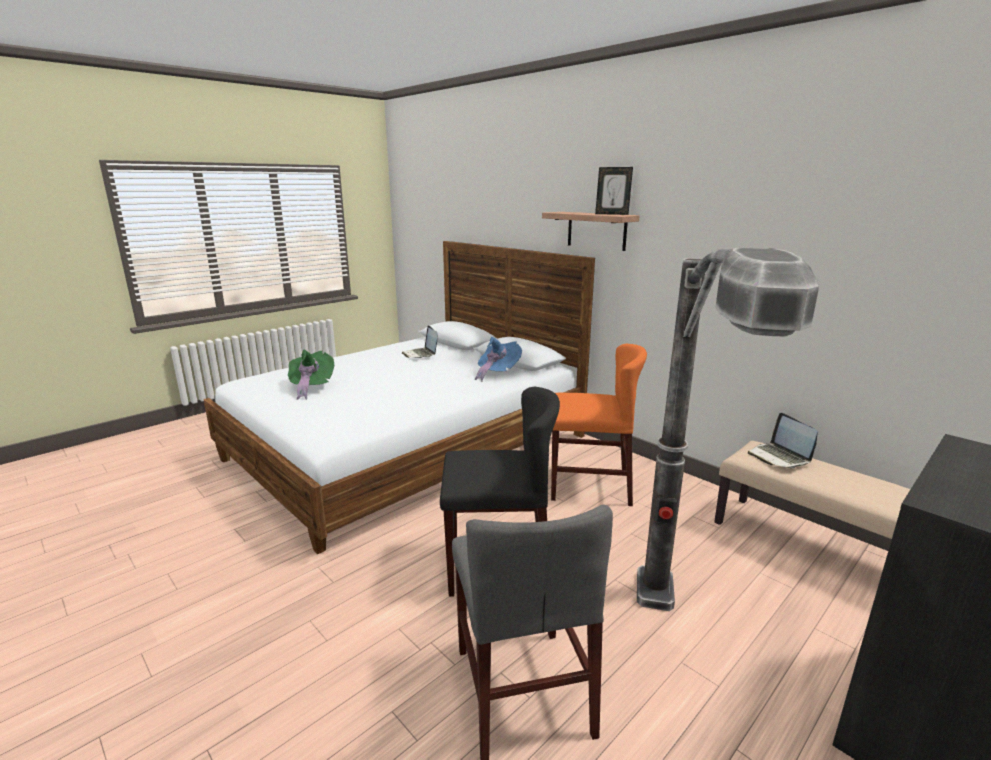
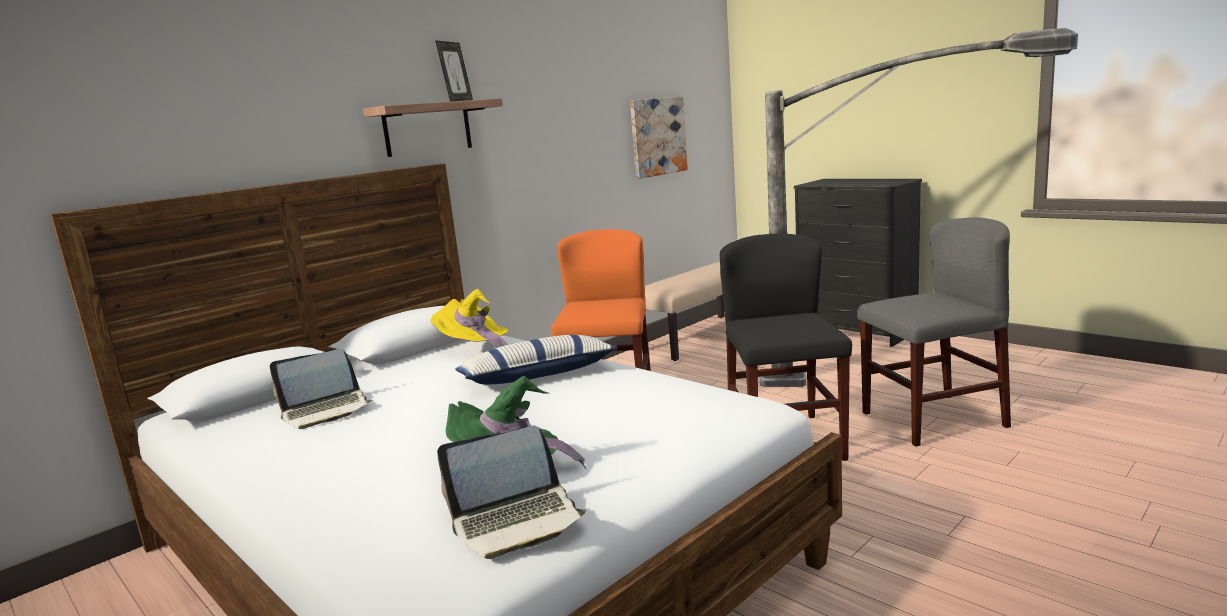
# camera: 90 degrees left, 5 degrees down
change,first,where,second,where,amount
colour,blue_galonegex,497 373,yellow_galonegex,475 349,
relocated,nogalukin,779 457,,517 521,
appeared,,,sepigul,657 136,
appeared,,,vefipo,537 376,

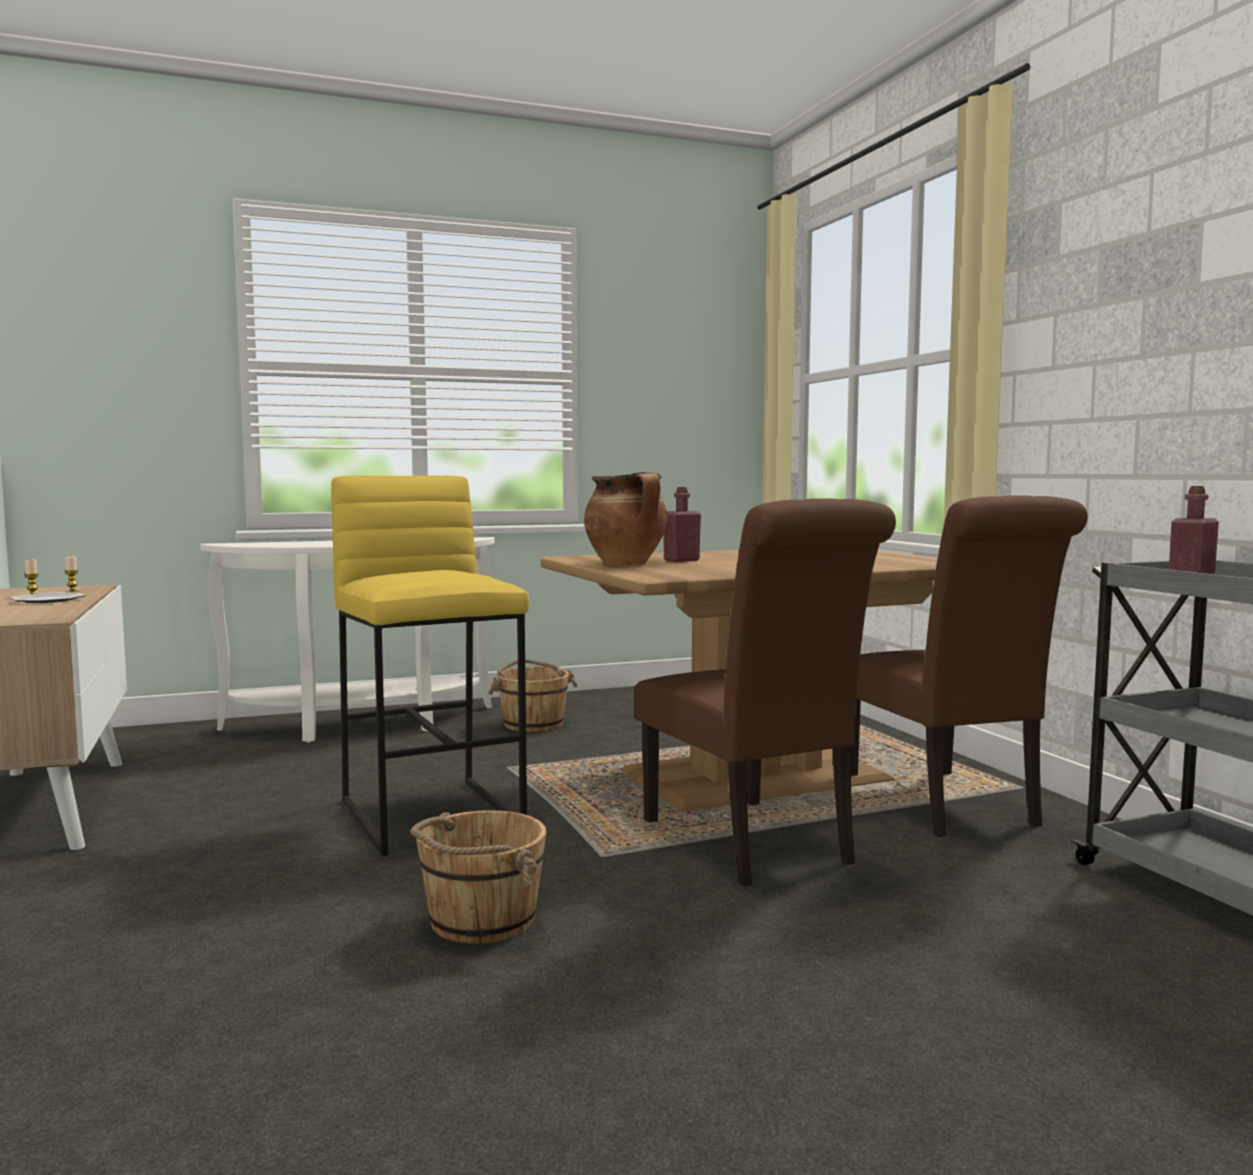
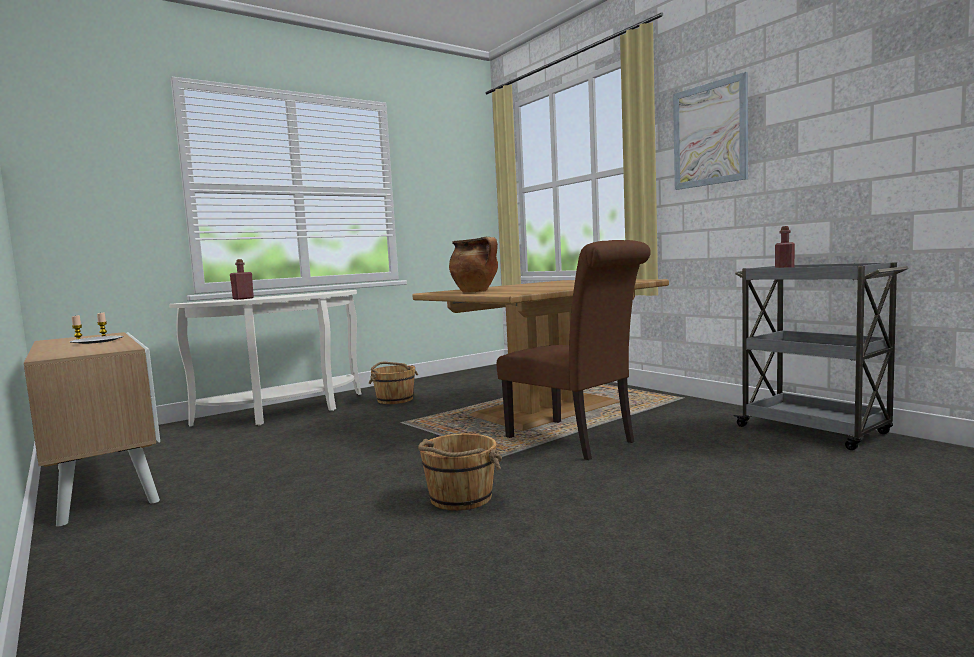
# camera: 15 degrees left, 0 degrees up
change,first,where,second,where,amount
missing,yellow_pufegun,433 815,,,
relocated,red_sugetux,681 560,,243 298,
missing,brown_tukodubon,947 807,,,
appeared,,,sepigul,710 134,

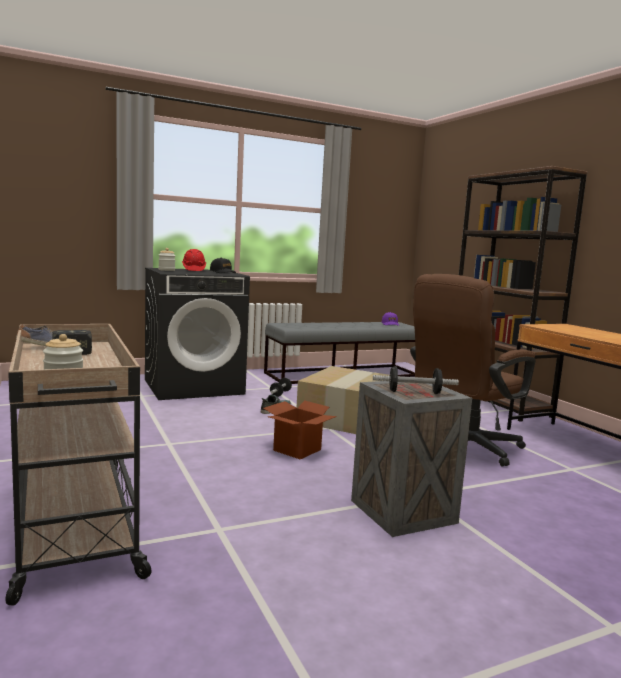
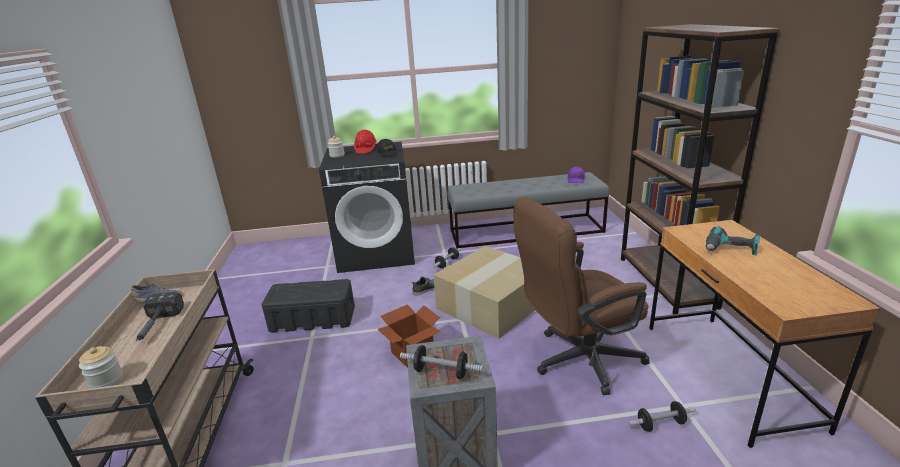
# camera: 20 degrees right, 15 degrees up
change,first,where,second,where,amount
appeared,,,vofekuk,730 249,
appeared,,,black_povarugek,312 319,
appeared,,,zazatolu,660 424,

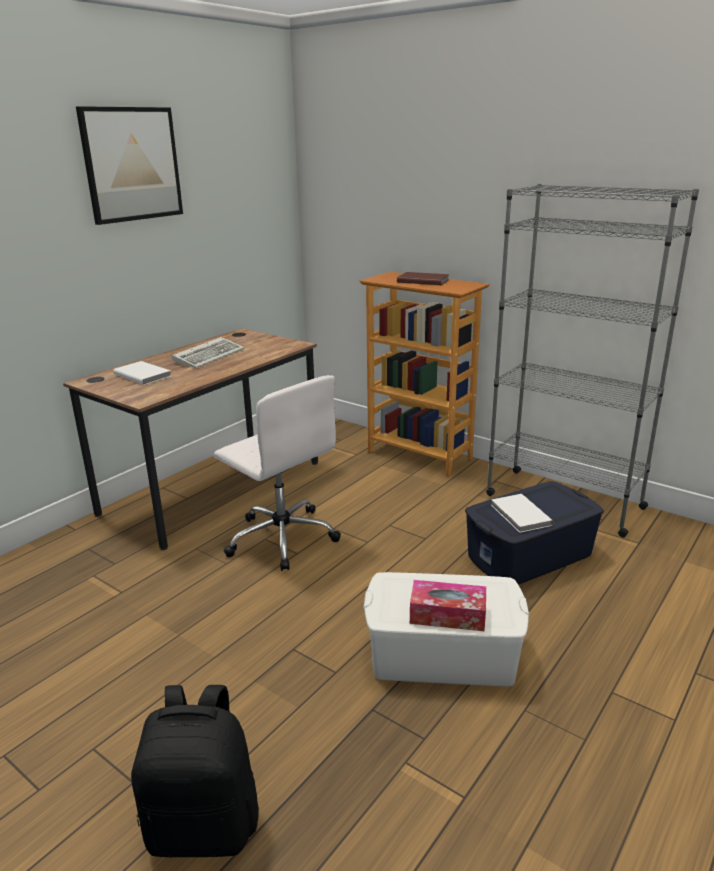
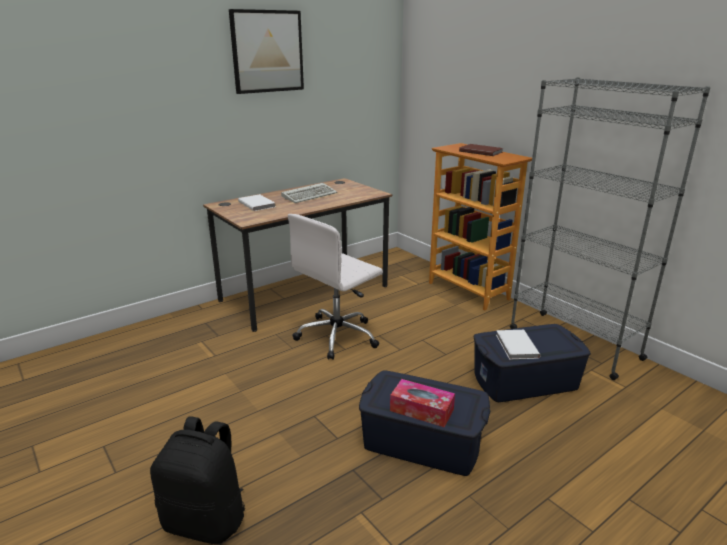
# camera: 15 degrees right, 0 degrees up
change,first,where,second,where,amount
spun,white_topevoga,281 537,,338 336,75 degrees clockwise
colour,white_povarugek,443 655,blue_povarugek,422 442,

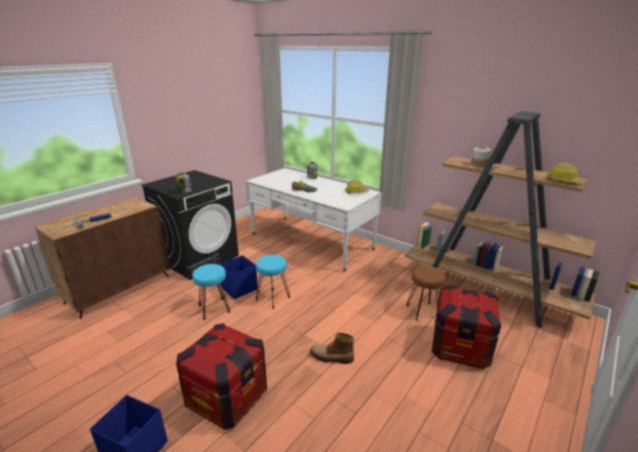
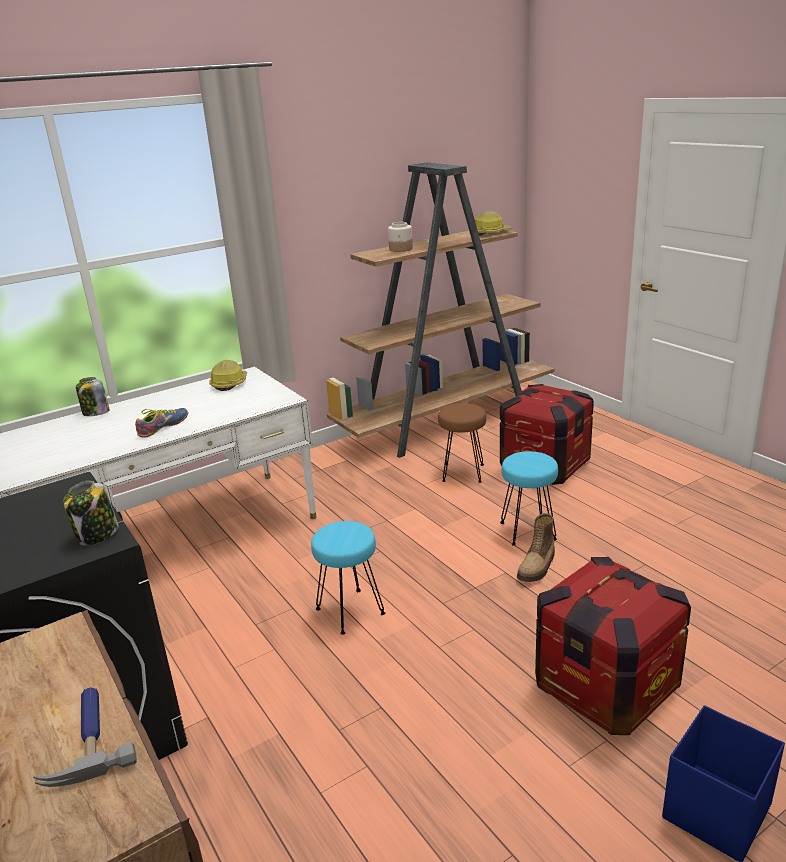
# camera: 70 degrees left, 0 degrees up
change,first,where,second,where,amount
missing,blue_povarugek,239 289,,,
relocated,turquoise_pufegun,214 309,,528 531,

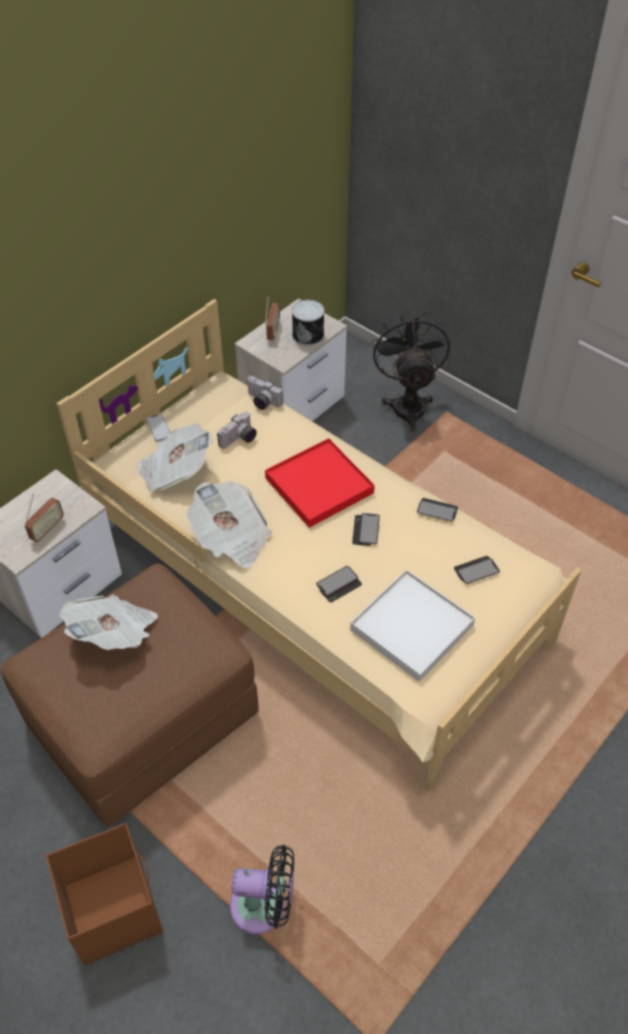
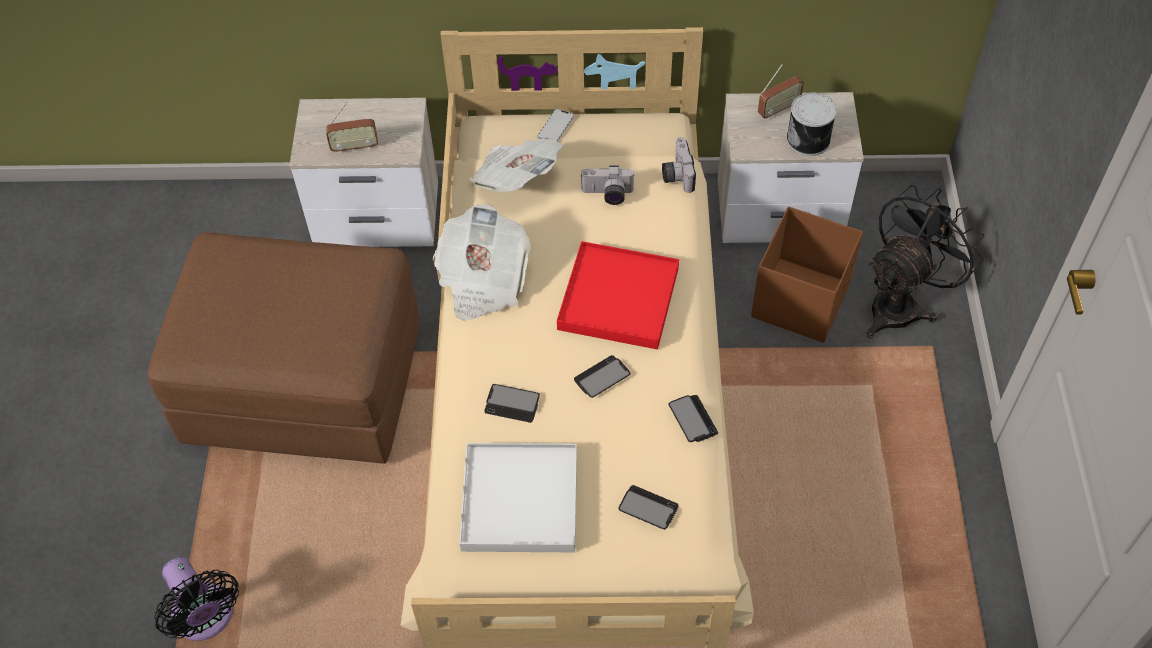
# camera: 50 degrees right, 5 degrees up
change,first,where,second,where,amount
missing,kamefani,115 634,,,
relocated,brown_povarugek,113 907,,802 299,

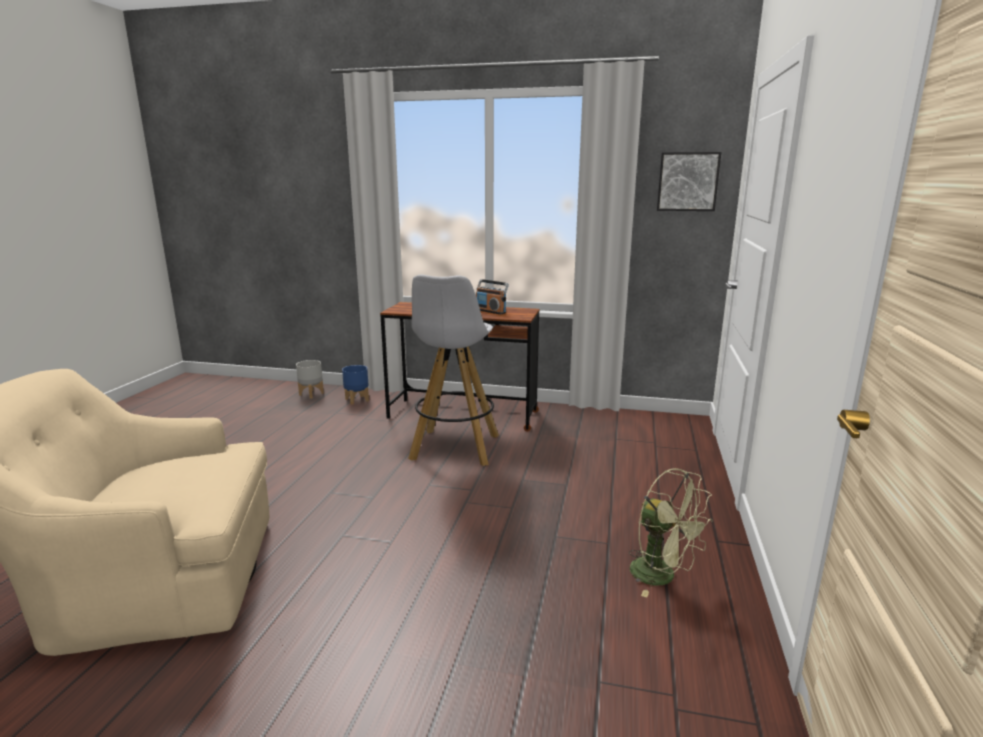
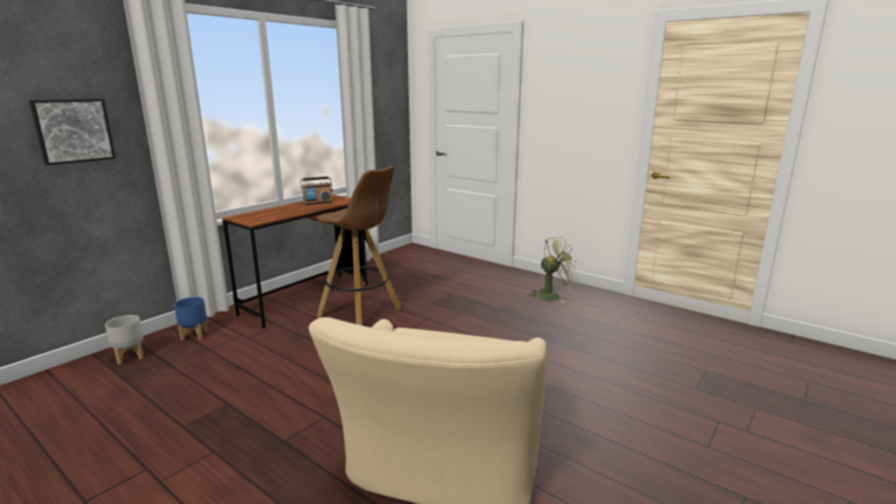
# camera: 65 degrees left, 0 degrees up
change,first,where,second,where,amount
relocated,sepigul,687 181,,73 131,
colour,white_pufegun,455 448,brown_pufegun,361 313,

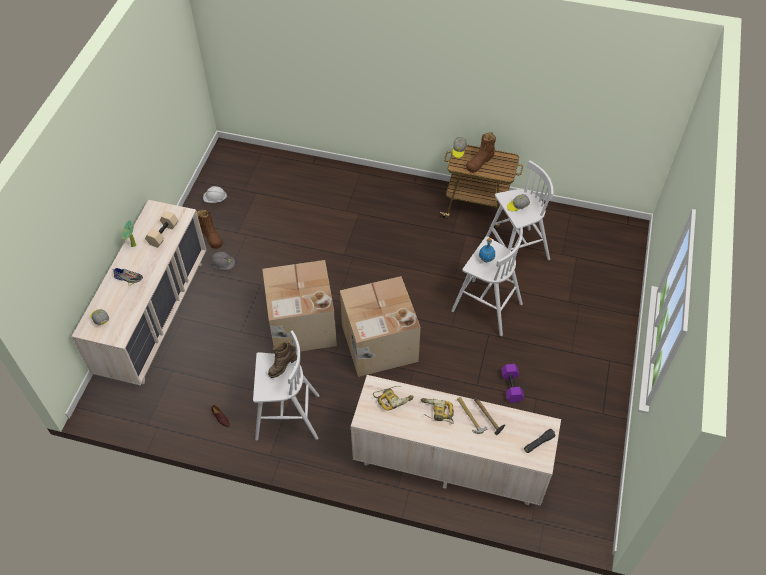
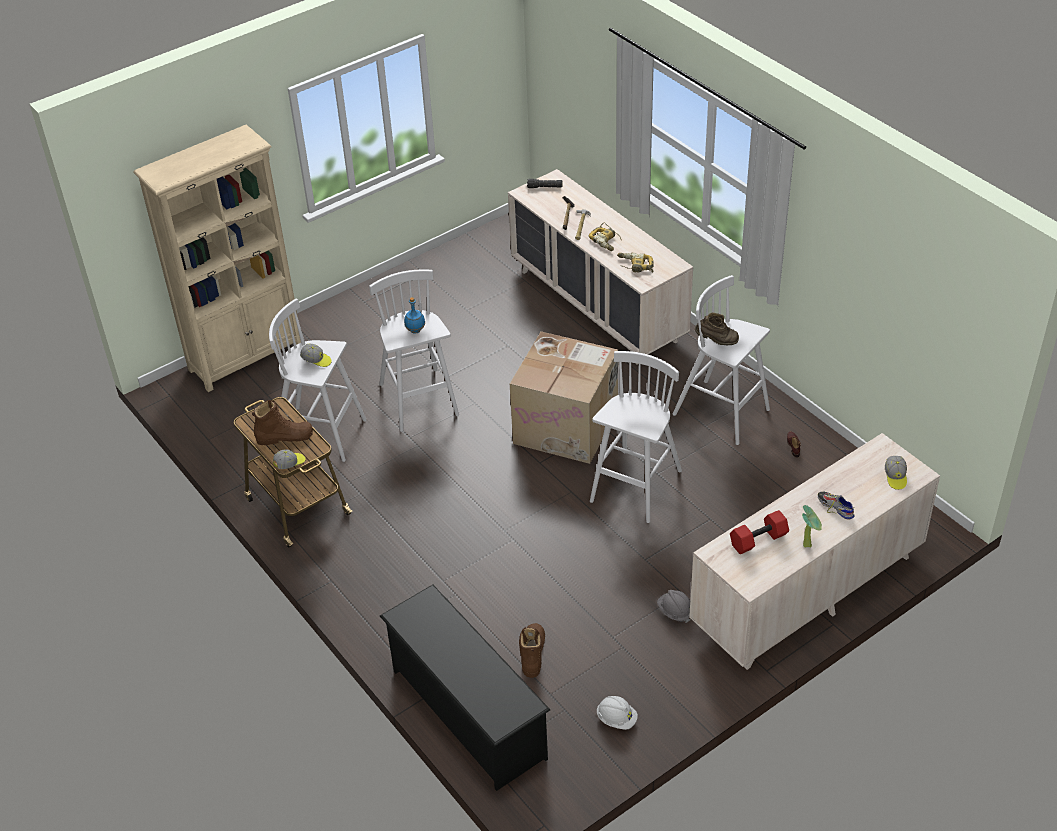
# camera: 140 degrees left, 10 degrees down
change,first,where,second,where,amount
relocated,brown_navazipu,211 236,,533 653,
colour,beige_zazatolu,163 233,red_zazatolu,758 541,
exchanged,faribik,301 326,white_pufegun,635 487,
missing,purple_zazatolu,512 387,,,
appeared,,,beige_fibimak,247 357,
appeared,,,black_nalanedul,467 713,

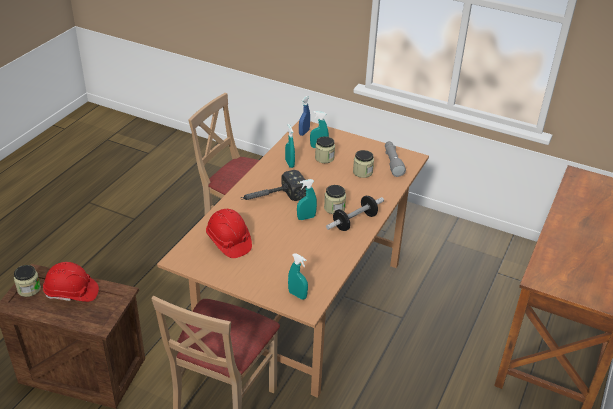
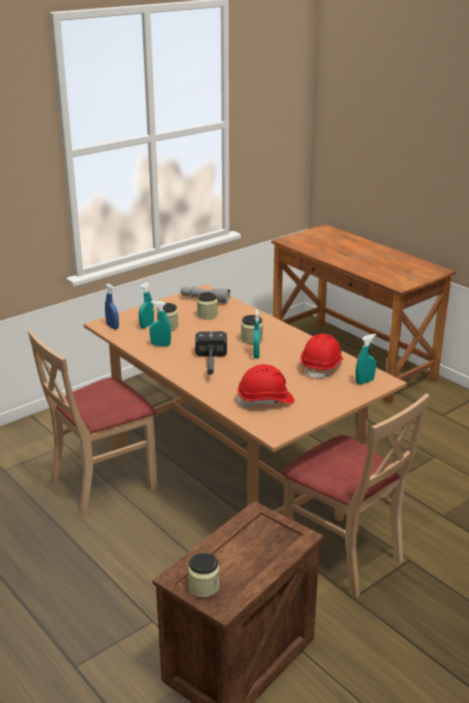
# camera: 65 degrees left, 10 degrees down
change,first,where,second,where,amount
missing,zazatolu,354 221,,,
relocated,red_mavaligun,71 293,,322 367,

